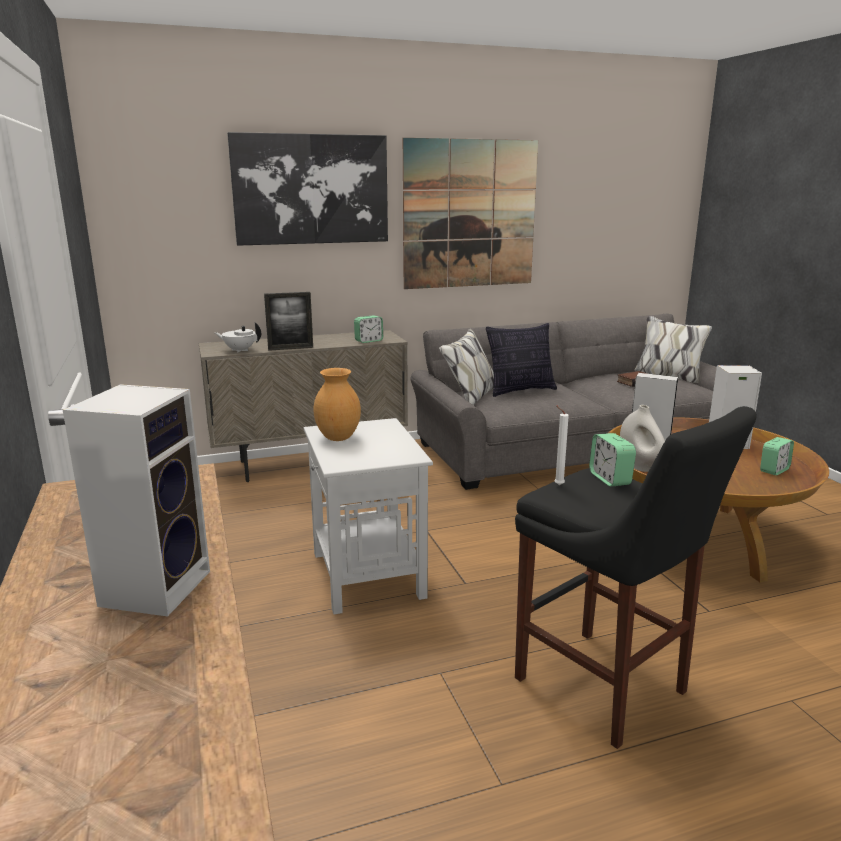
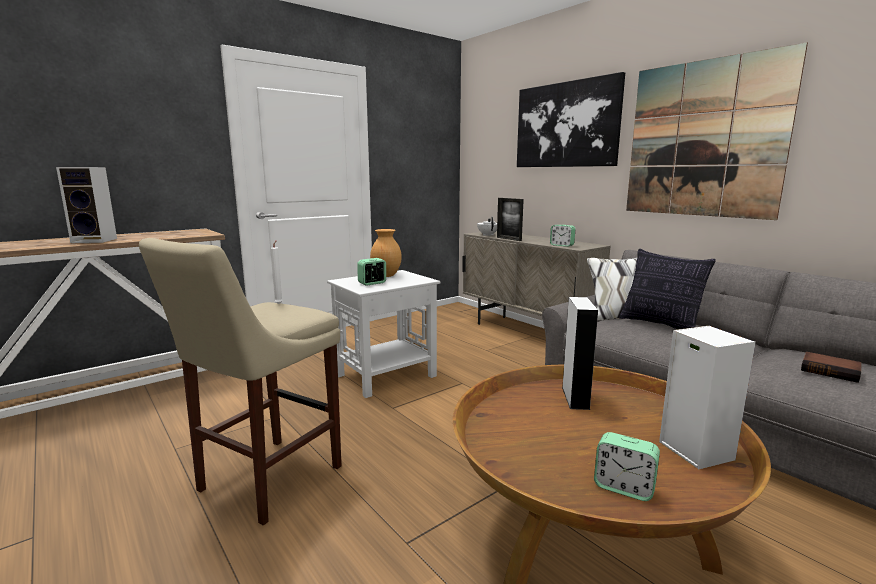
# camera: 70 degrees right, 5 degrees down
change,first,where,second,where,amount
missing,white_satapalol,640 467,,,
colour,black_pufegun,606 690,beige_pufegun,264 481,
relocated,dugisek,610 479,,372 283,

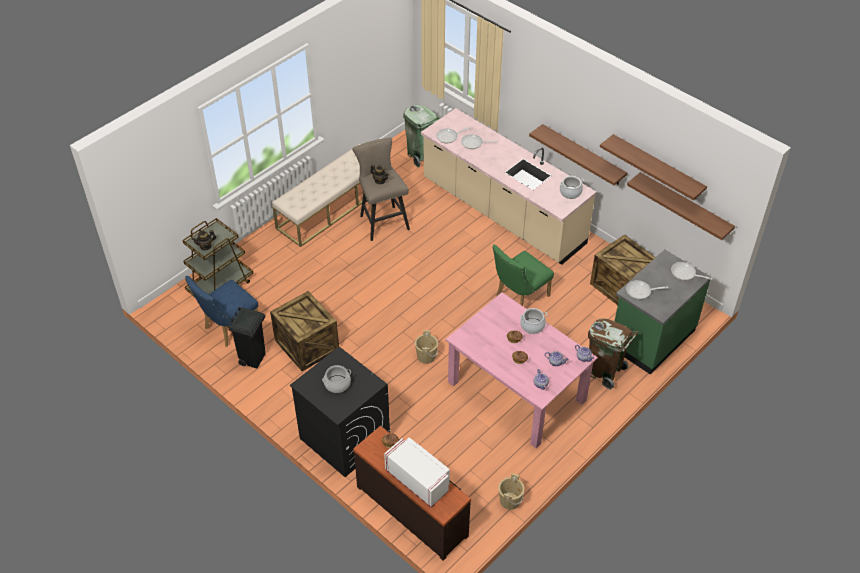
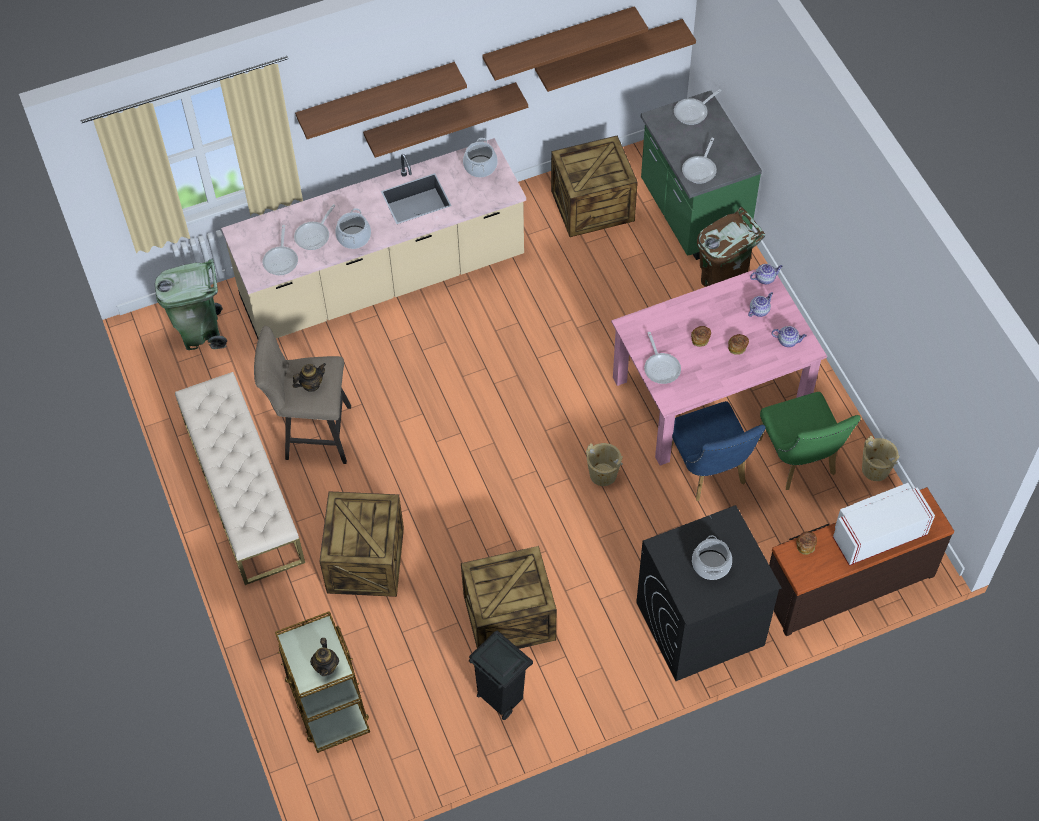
# camera: 65 degrees left, 10 degrees up
change,first,where,second,where,amount
relocated,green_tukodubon,518 298,,799 462,
relocated,blue_tukodubon,228 328,,709 472,
relocated,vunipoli,532 326,,354 237,
appeared,,,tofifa,376 97,
appeared,,,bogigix,661 367,
appeared,,,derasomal,364 559,

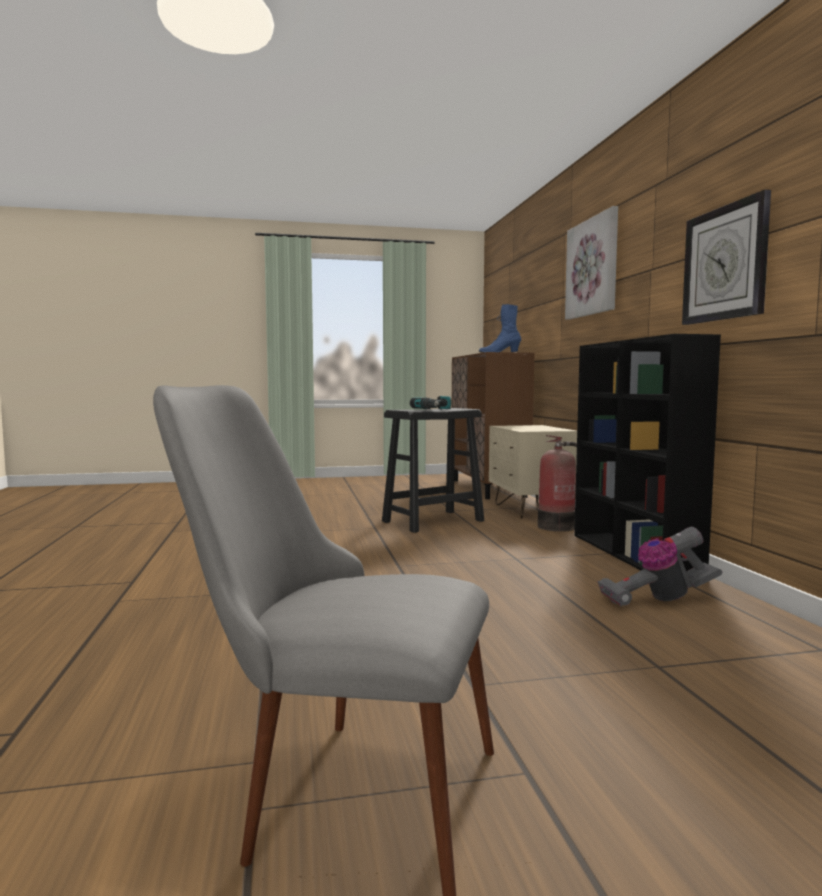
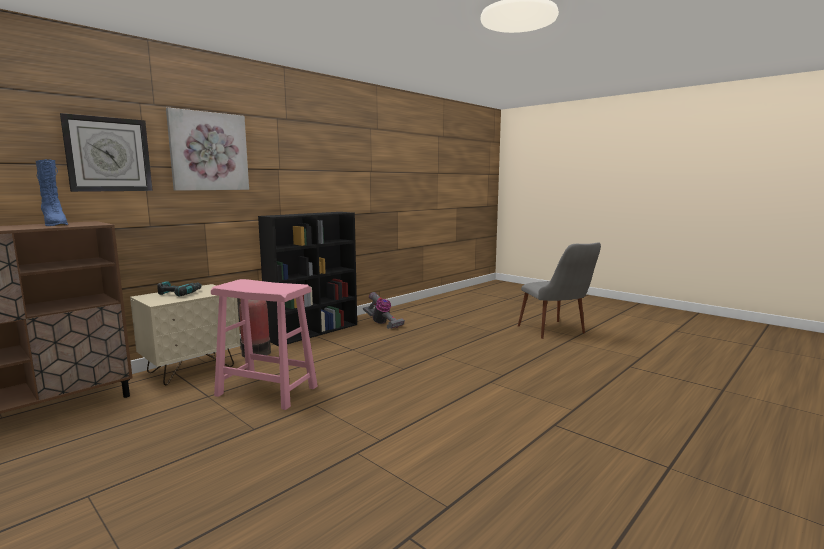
# camera: 125 degrees left, 5 degrees up
change,first,where,second,where,amount
relocated,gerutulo,725 263,,108 154,
relocated,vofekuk,434 409,,180 293,
colour,black_pufegun,433 521,pink_pufegun,266 391,

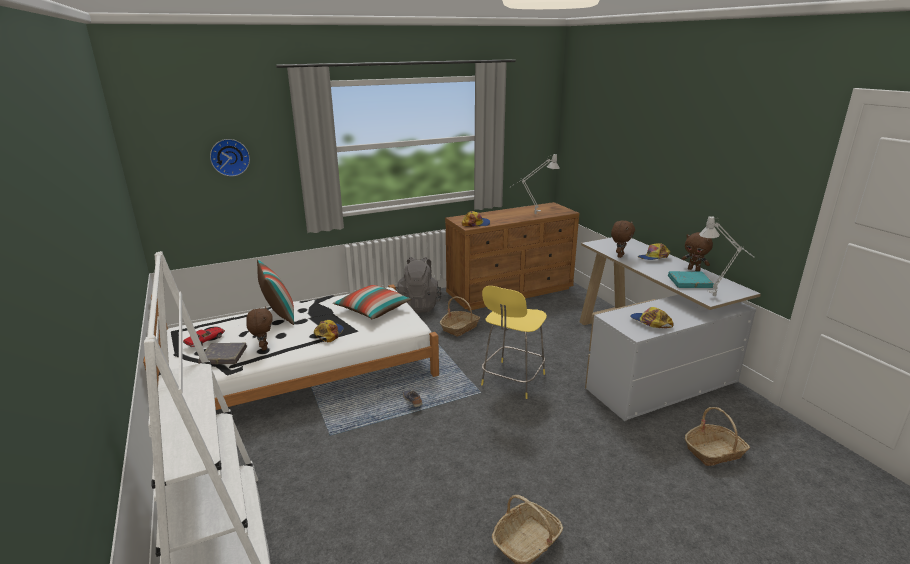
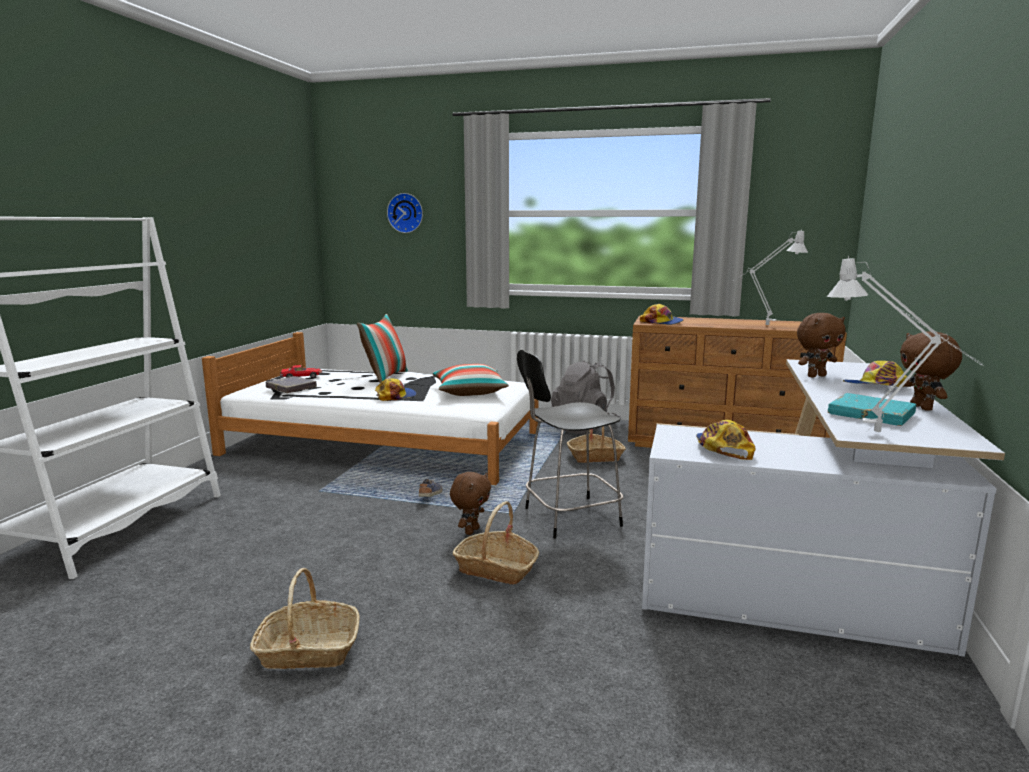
# camera: 40 degrees right, 10 degrees down
change,first,where,second,where,amount
colour,yellow_pufegun,512 380,black_pufegun,568 517,
relocated,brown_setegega,263 347,,471 531,
relocated,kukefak,714 452,,496 568,

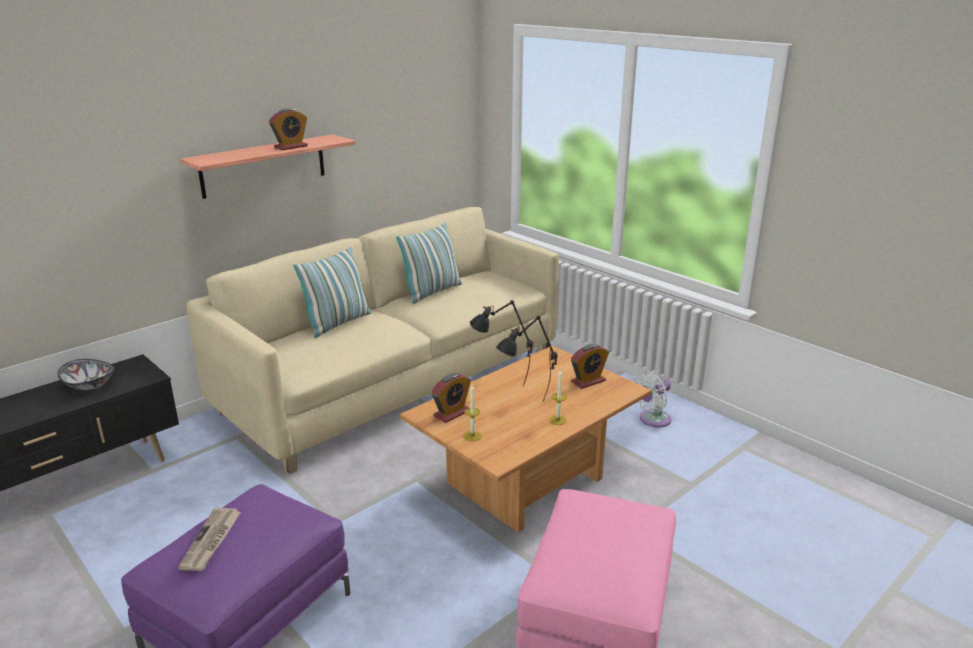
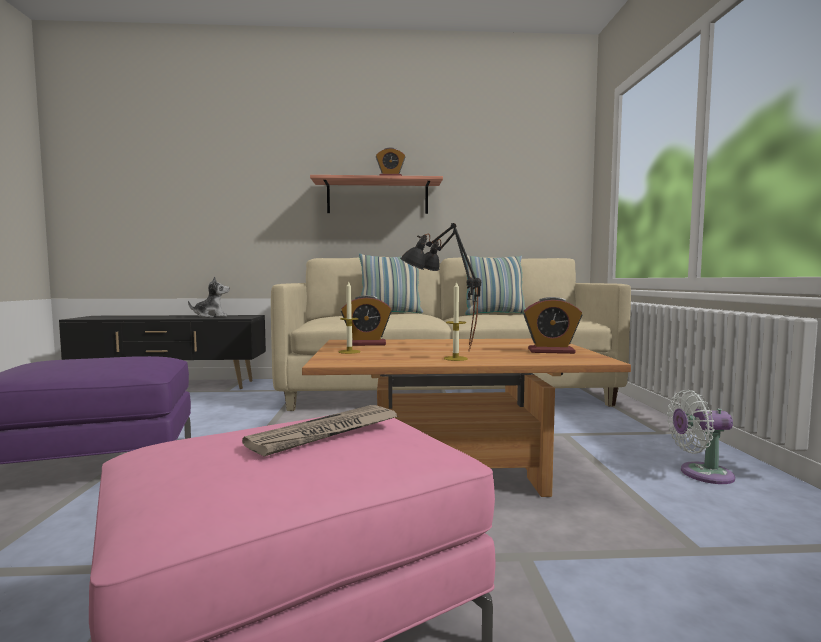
# camera: 40 degrees right, 20 degrees down
change,first,where,second,where,amount
exchanged,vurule,89 385,setegega,211 316,
relocated,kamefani,211 541,,326 433,

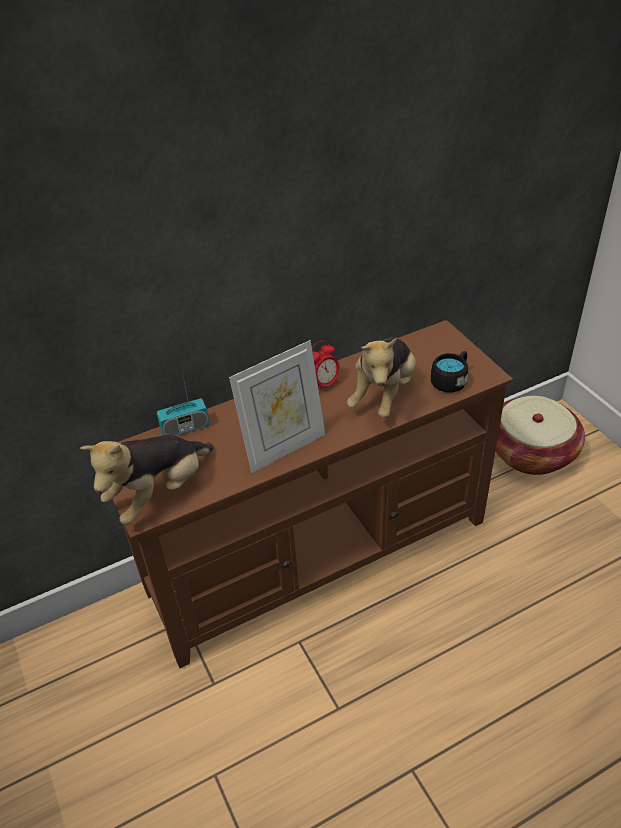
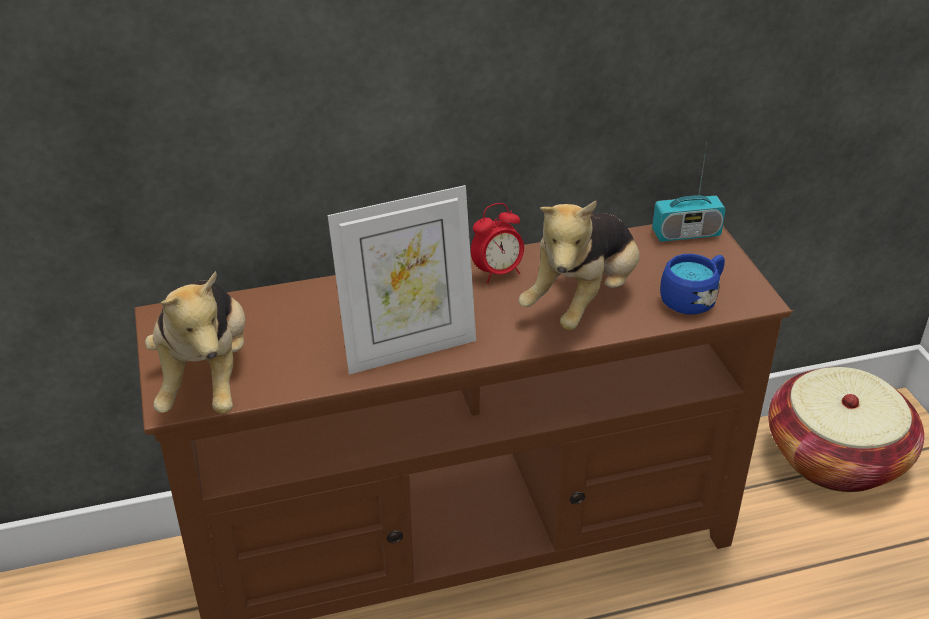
# camera: 10 degrees right, 5 degrees down
change,first,where,second,where,amount
colour,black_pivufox,451 381,blue_pivufox,693 298,
relocated,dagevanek,185 428,,686 234,
spun,setegega,159 493,,207 378,60 degrees counterclockwise

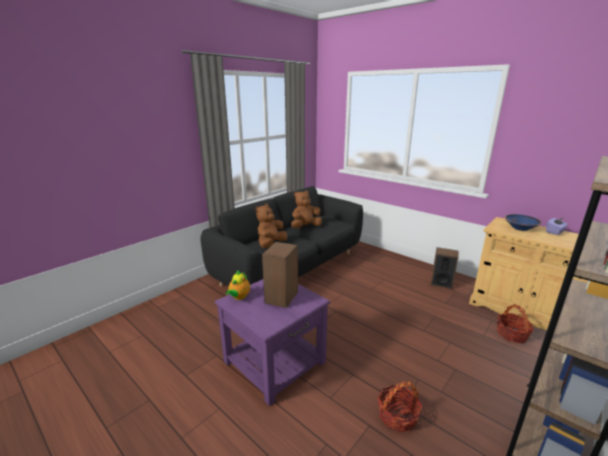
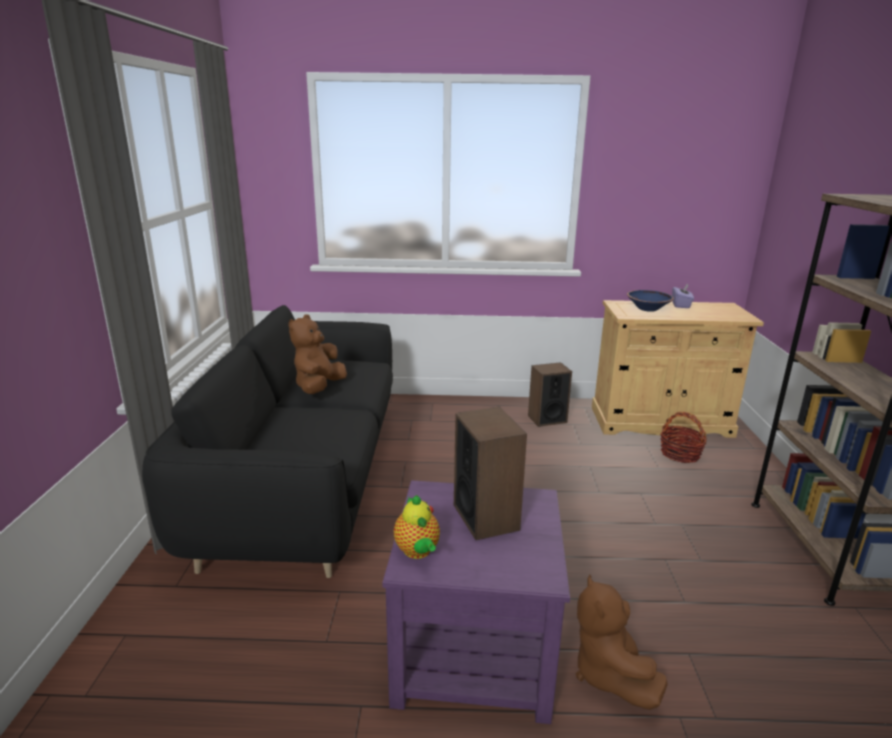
# camera: 40 degrees left, 0 degrees up
change,first,where,second,where,amount
relocated,brown_setegega,271 244,,609 673,
missing,kukefak,397 416,,,

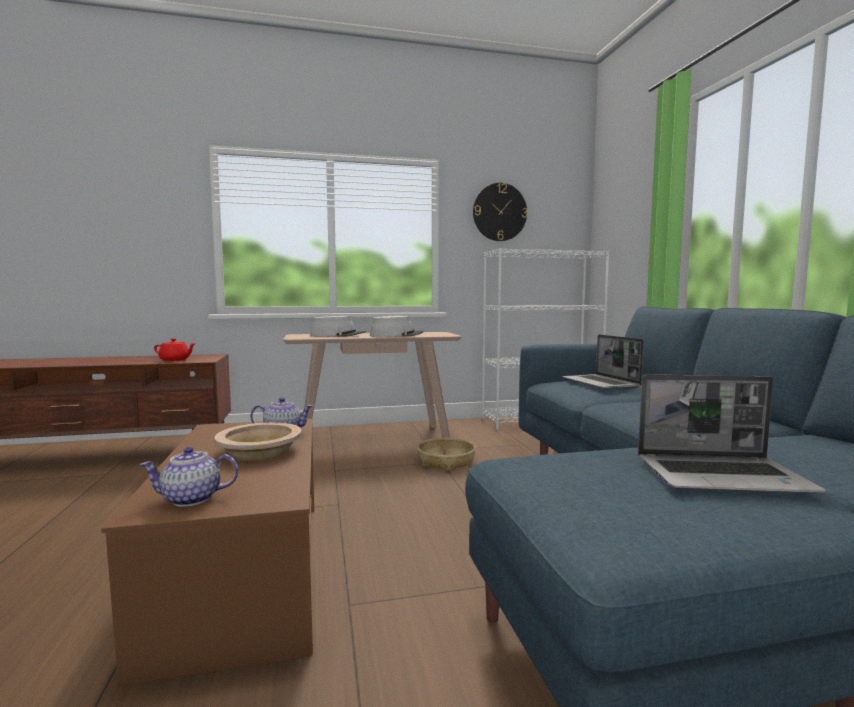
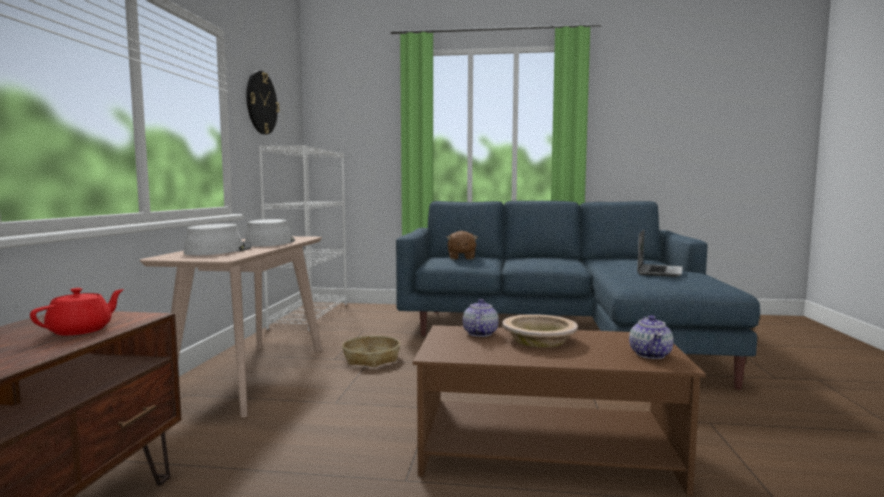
# camera: 70 degrees left, 0 degrees up
change,first,where,second,where,amount
exchanged,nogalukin,601 383,brown_setegega,461 258,

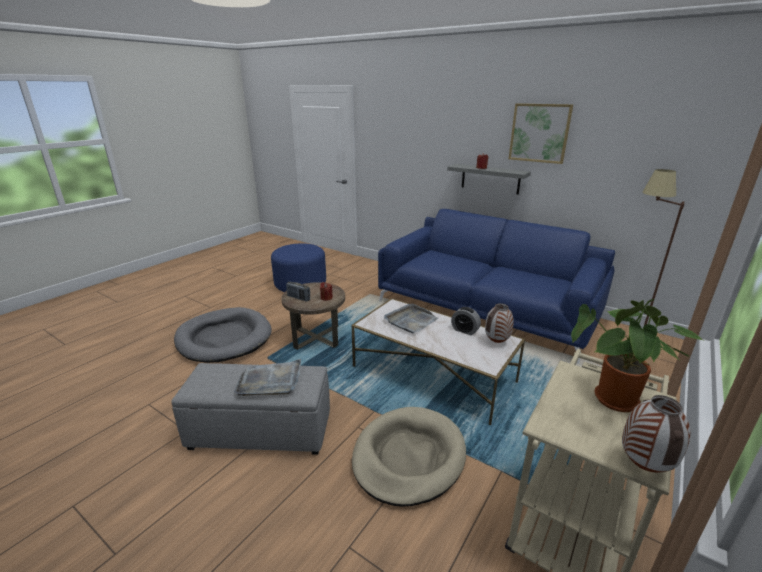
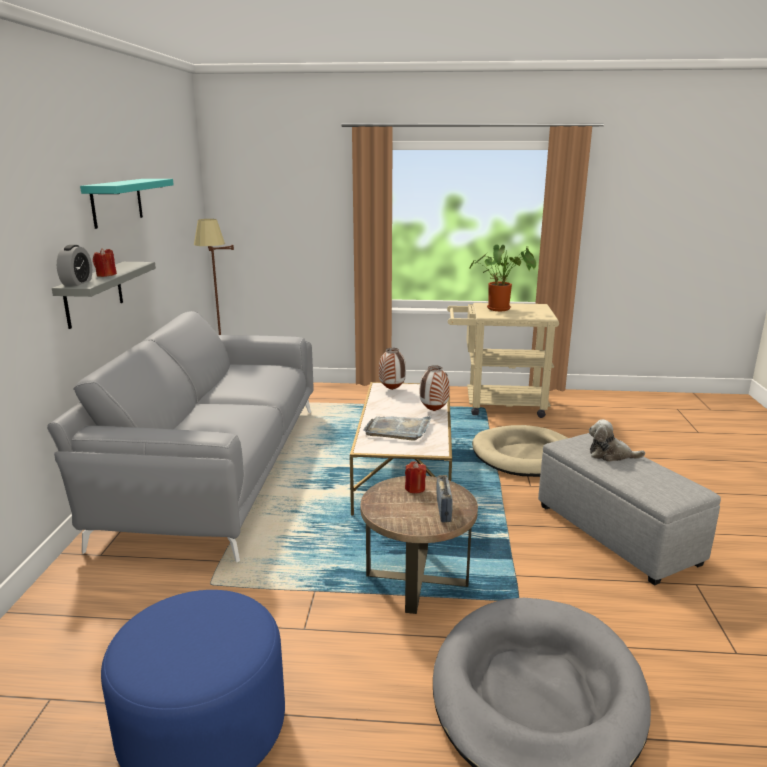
# camera: 120 degrees left, 5 degrees down
change,first,where,second,where,amount
exchanged,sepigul,539 133,turquoise_tofifa,117 202,
colour,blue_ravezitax,485 310,grey_ravezitax,216 468,
relocated,dugisek,465 330,,77 283,
exchanged,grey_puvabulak,270 380,setegega,610 455,
relocated,satapalol,642 466,,433 411,

